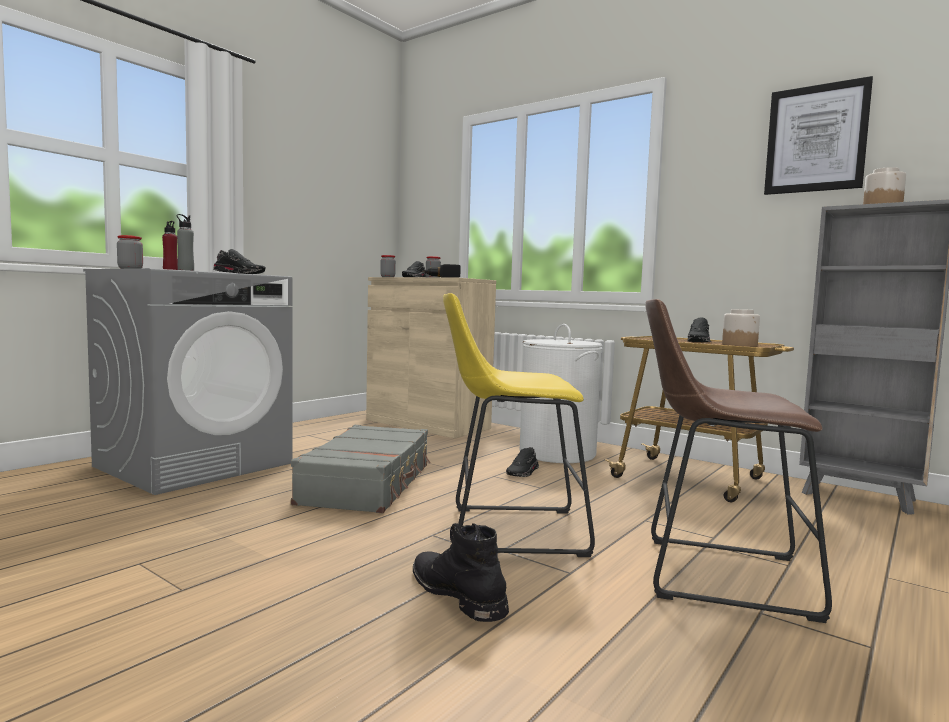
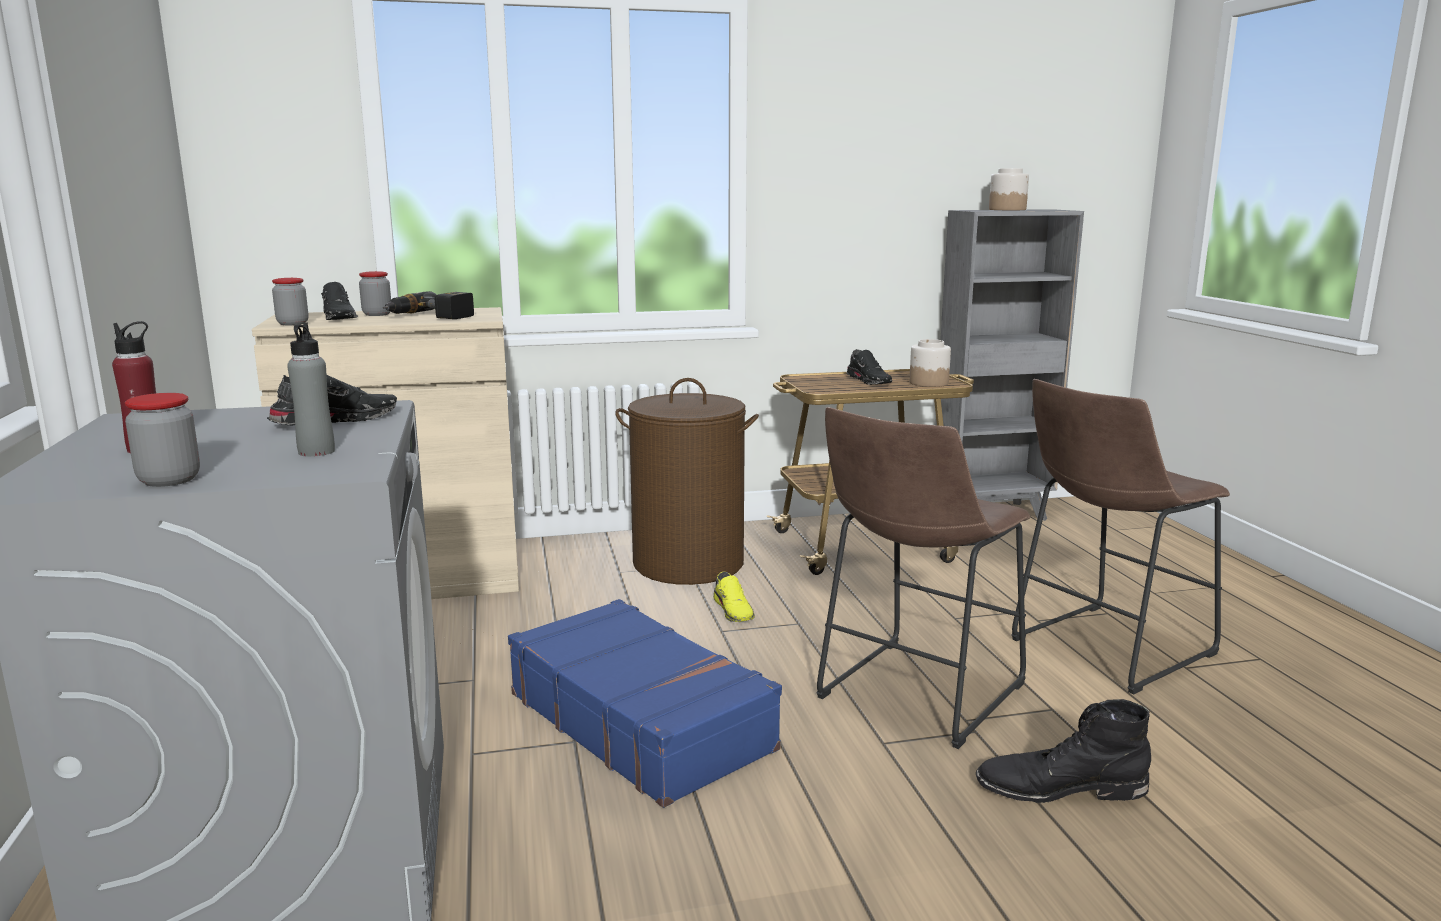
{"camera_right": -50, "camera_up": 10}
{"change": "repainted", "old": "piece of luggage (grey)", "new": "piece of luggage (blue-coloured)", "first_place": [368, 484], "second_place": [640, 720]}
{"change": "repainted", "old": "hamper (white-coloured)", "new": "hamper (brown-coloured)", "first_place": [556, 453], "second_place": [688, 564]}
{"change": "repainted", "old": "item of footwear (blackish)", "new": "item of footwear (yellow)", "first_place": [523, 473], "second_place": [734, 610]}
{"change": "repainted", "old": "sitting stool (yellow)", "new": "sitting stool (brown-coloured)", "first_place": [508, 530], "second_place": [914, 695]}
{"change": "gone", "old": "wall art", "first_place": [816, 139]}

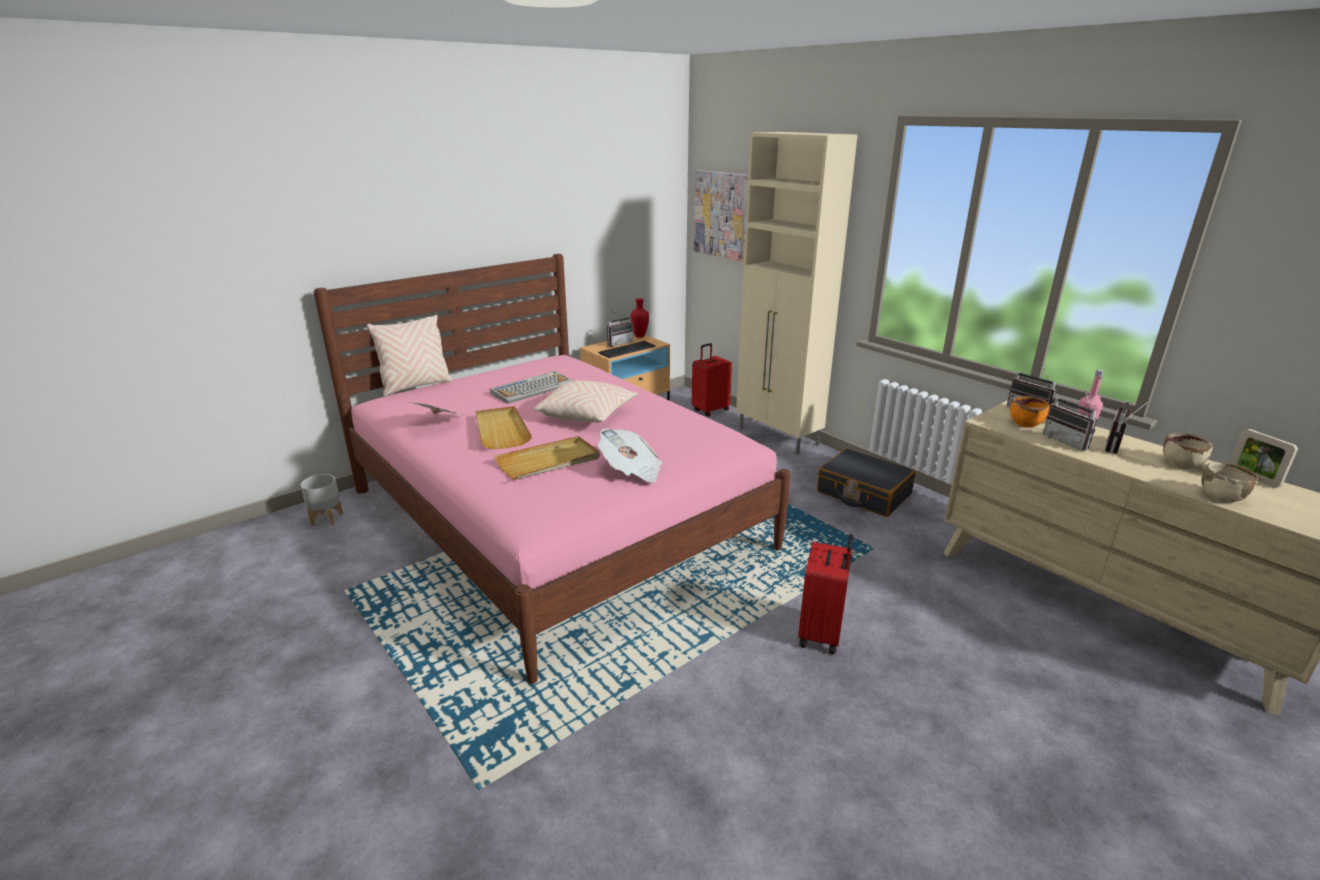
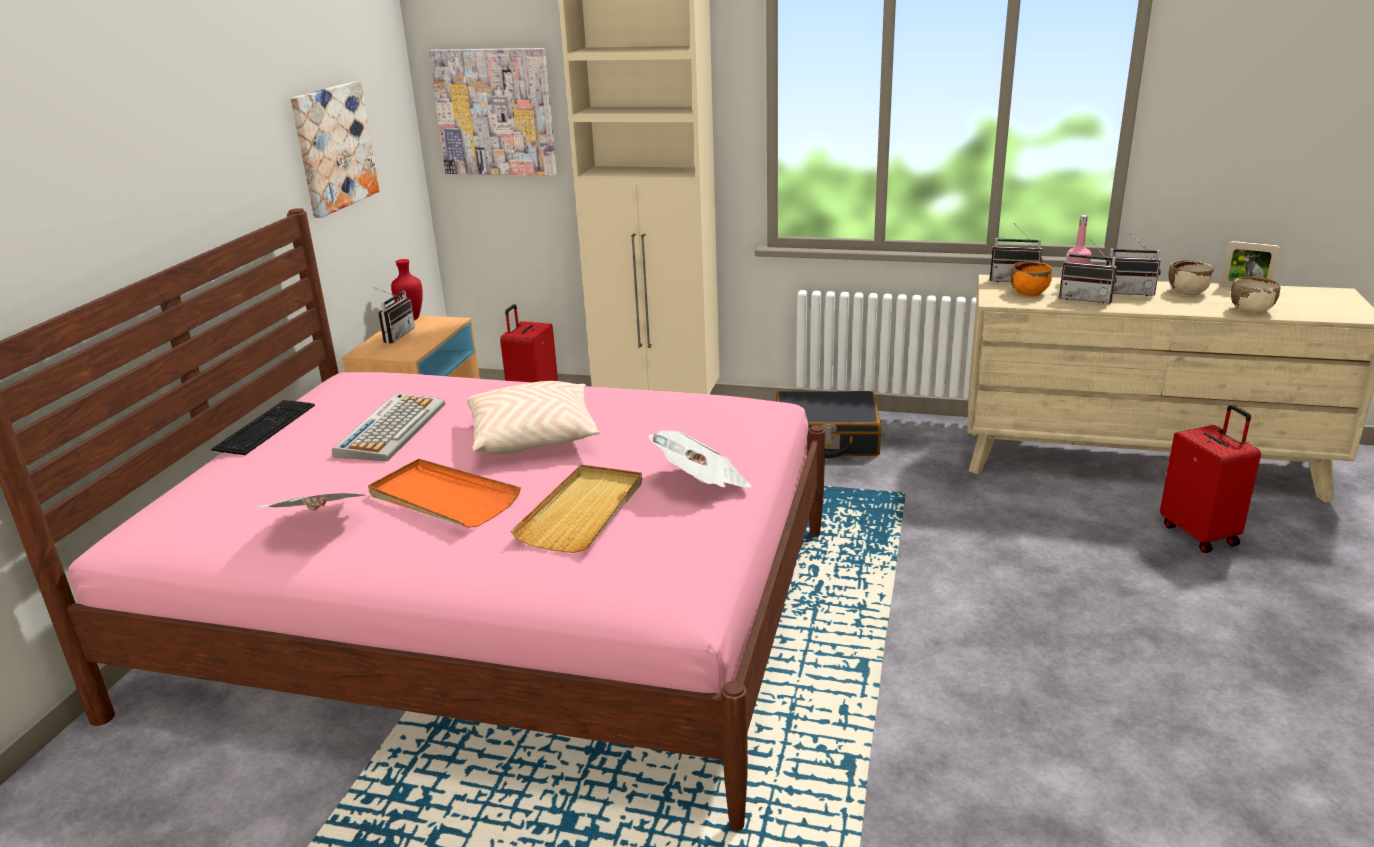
{"camera_right": -35, "camera_up": 0}
{"change": "shifted", "old": "keyboard", "first_place": [627, 349], "second_place": [265, 427]}
{"change": "new", "new": "wall art", "second_place": [333, 147]}
{"change": "repainted", "old": "tray (sand-coloured)", "new": "tray (orangey)", "first_place": [501, 430], "second_place": [443, 498]}
{"change": "rotated", "old": "radio receiver", "first_place": [1119, 447], "second_place": [1128, 292], "degrees": -75}
{"change": "shifted", "old": "piece of luggage (red-coloured)", "first_place": [822, 634], "second_place": [1200, 534]}
{"change": "gone", "old": "planter (grey)", "first_place": [327, 518]}
{"change": "gone", "old": "throw pillow (sand-coloured)", "first_place": [416, 386]}

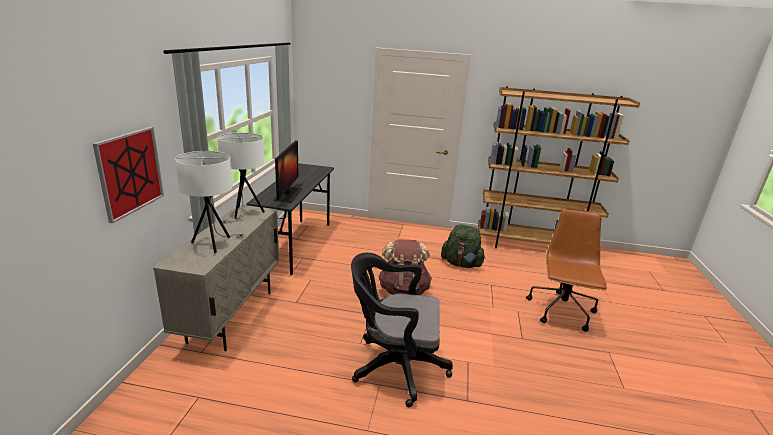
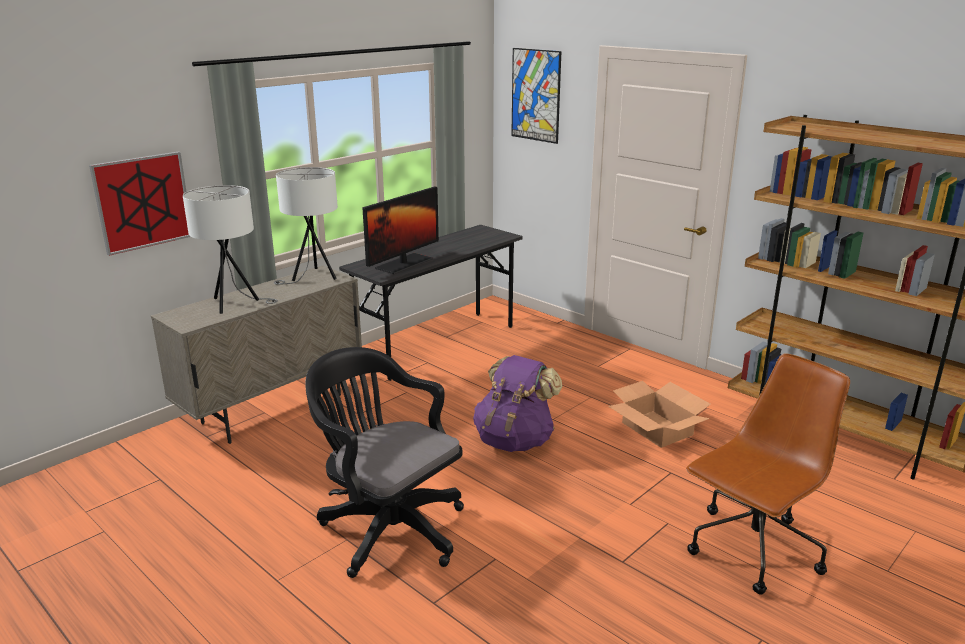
{"camera_right": 35, "camera_up": 0}
{"change": "repainted", "old": "backpack (brown-coloured)", "new": "backpack (purplish)", "first_place": [403, 291], "second_place": [515, 440]}
{"change": "new", "new": "wall art", "second_place": [535, 95]}
{"change": "swapped", "old": "backpack (green-coloured)", "new": "packing box", "first_place": [461, 264], "second_place": [657, 429]}

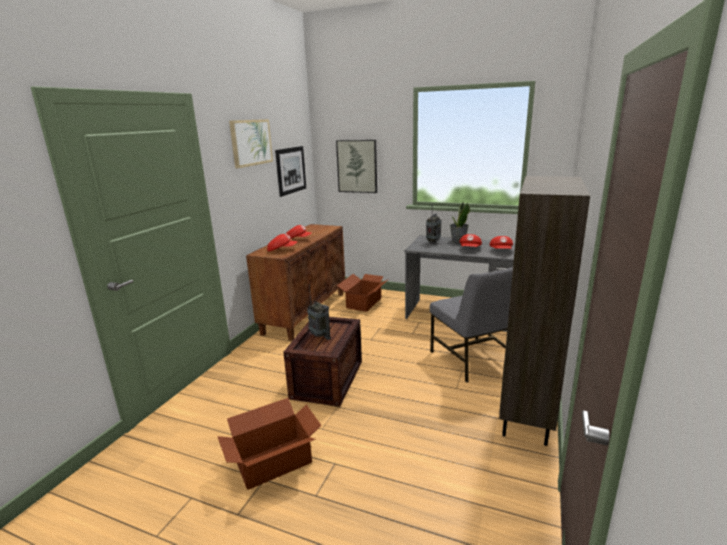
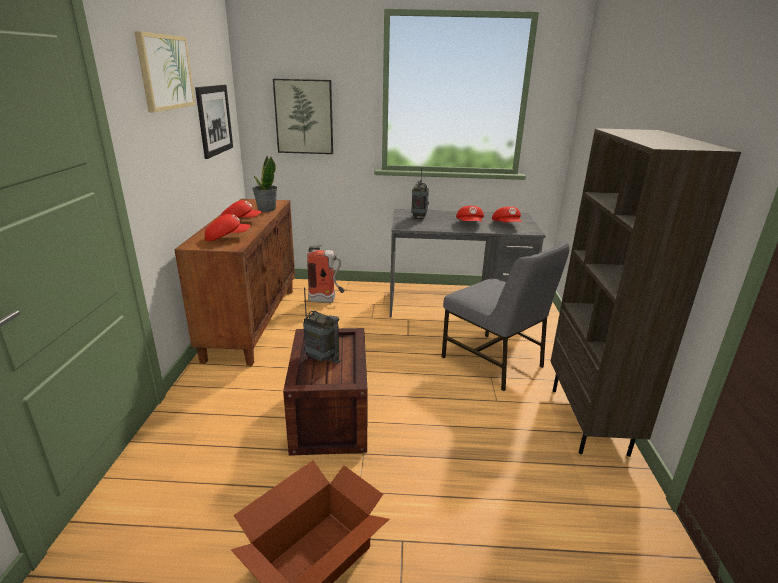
{"camera_right": -20, "camera_up": 5}
{"change": "shifted", "old": "potted plant", "first_place": [458, 241], "second_place": [266, 209]}
{"change": "swapped", "old": "packing box", "new": "extinguisher", "first_place": [364, 303], "second_place": [327, 301]}

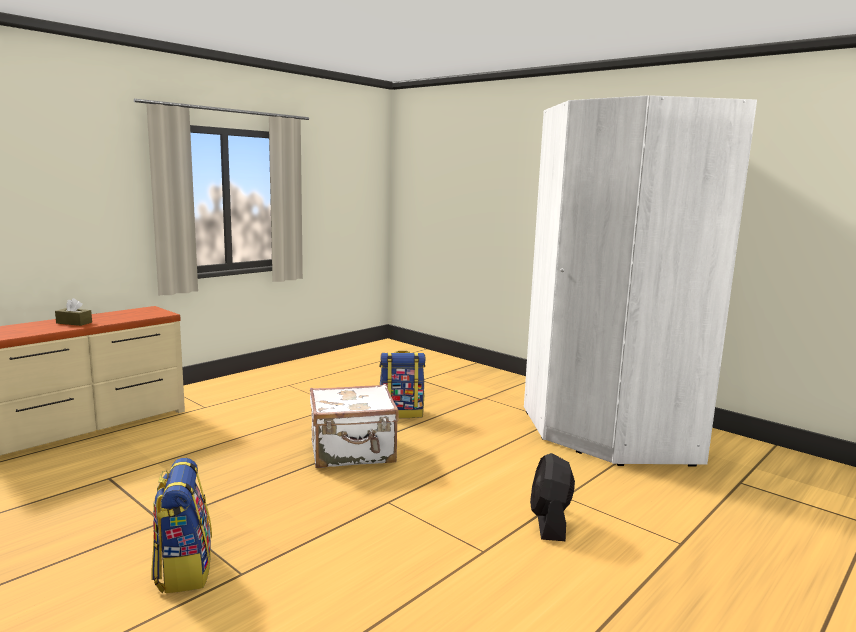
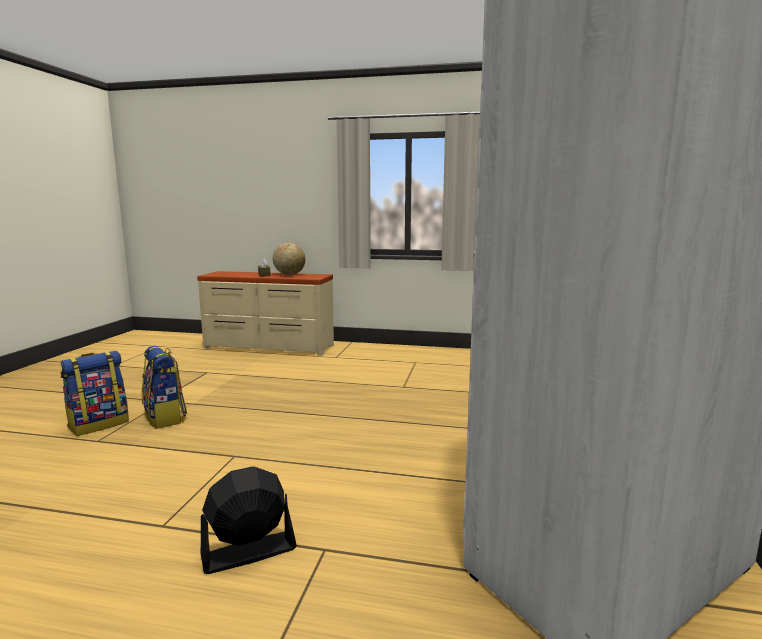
{"camera_right": 60, "camera_up": 0}
{"change": "shifted", "old": "backpack", "first_place": [401, 413], "second_place": [165, 418]}
{"change": "new", "new": "world globe", "second_place": [289, 275]}
{"change": "gone", "old": "piece of luggage (white-coloured)", "first_place": [353, 452]}

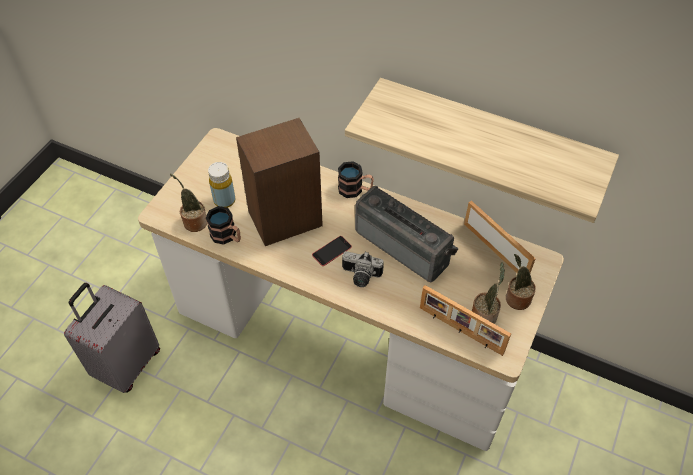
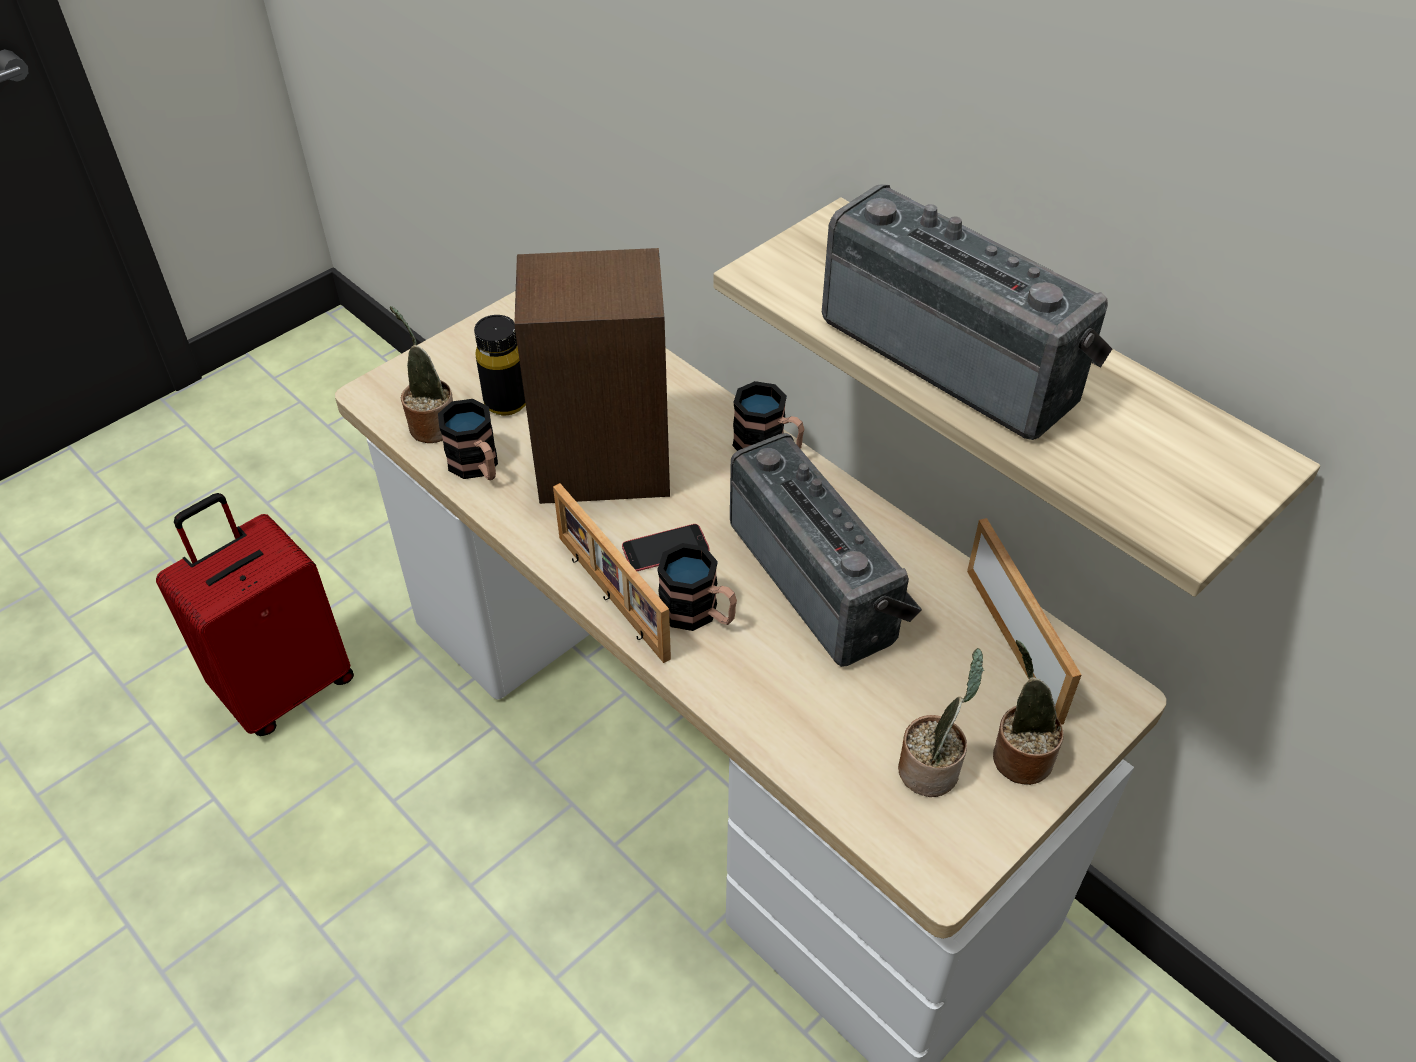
{"camera_right": 20, "camera_up": -5}
{"change": "repainted", "old": "piece of luggage (grey)", "new": "piece of luggage (red-coloured)", "first_place": [127, 364], "second_place": [284, 686]}
{"change": "repainted", "old": "bottle (yellow)", "new": "bottle (blackish)", "first_place": [224, 200], "second_place": [506, 402]}
{"change": "shifted", "old": "picture frame", "first_place": [460, 331], "second_place": [610, 598]}
{"change": "swapped", "old": "still camera", "new": "coffee mug", "first_place": [360, 277], "second_place": [699, 613]}
{"change": "new", "new": "radio receiver", "second_place": [956, 355]}

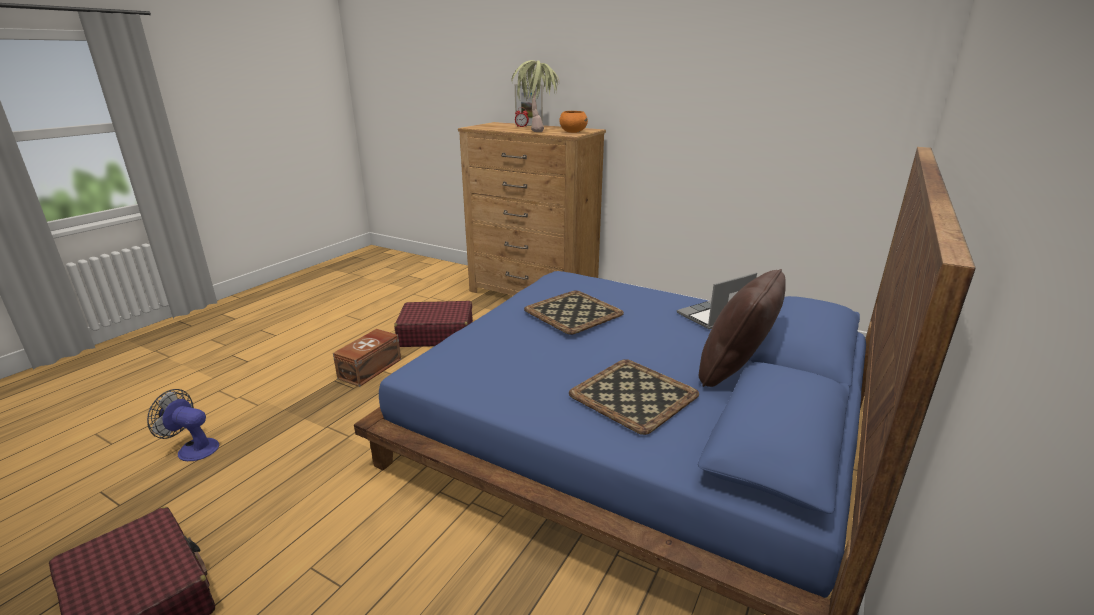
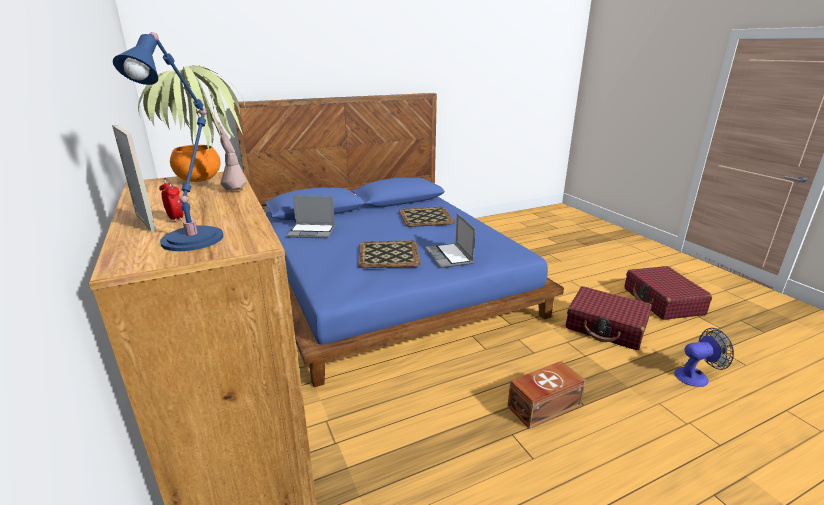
{"camera_right": -145, "camera_up": 0}
{"change": "new", "new": "lamp for a table (blue-coloured)", "second_place": [196, 237]}
{"change": "new", "new": "portable computer", "second_place": [450, 257]}
{"change": "shifted", "old": "piece of luggage (red-coloured)", "first_place": [436, 334], "second_place": [606, 327]}
{"change": "rotated", "old": "cooling fan", "first_place": [192, 448], "second_place": [696, 376], "degrees": -60}
{"change": "gone", "old": "throw pillow (brown-coloured)", "first_place": [735, 371]}

